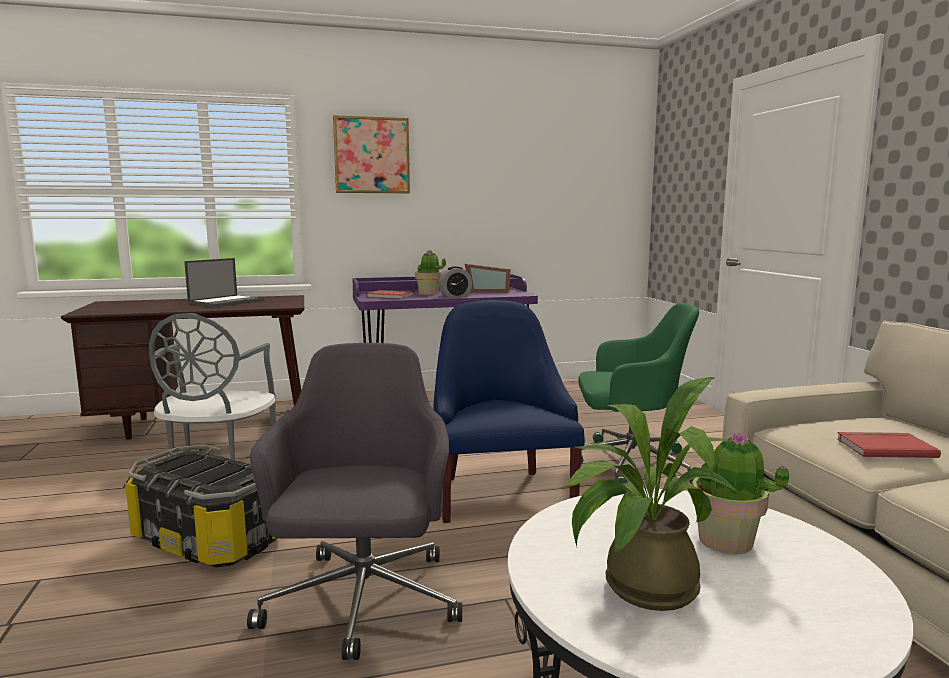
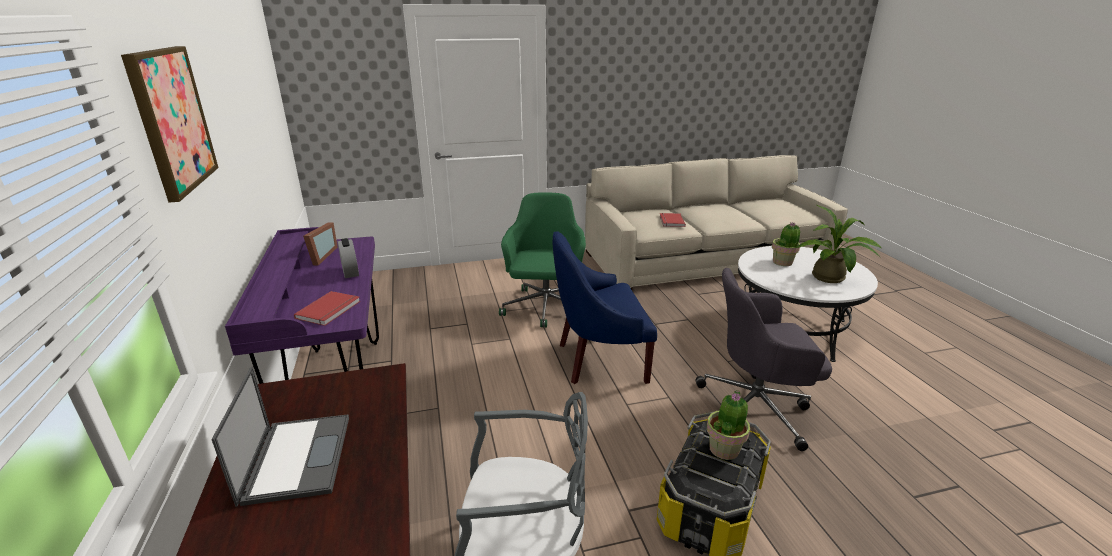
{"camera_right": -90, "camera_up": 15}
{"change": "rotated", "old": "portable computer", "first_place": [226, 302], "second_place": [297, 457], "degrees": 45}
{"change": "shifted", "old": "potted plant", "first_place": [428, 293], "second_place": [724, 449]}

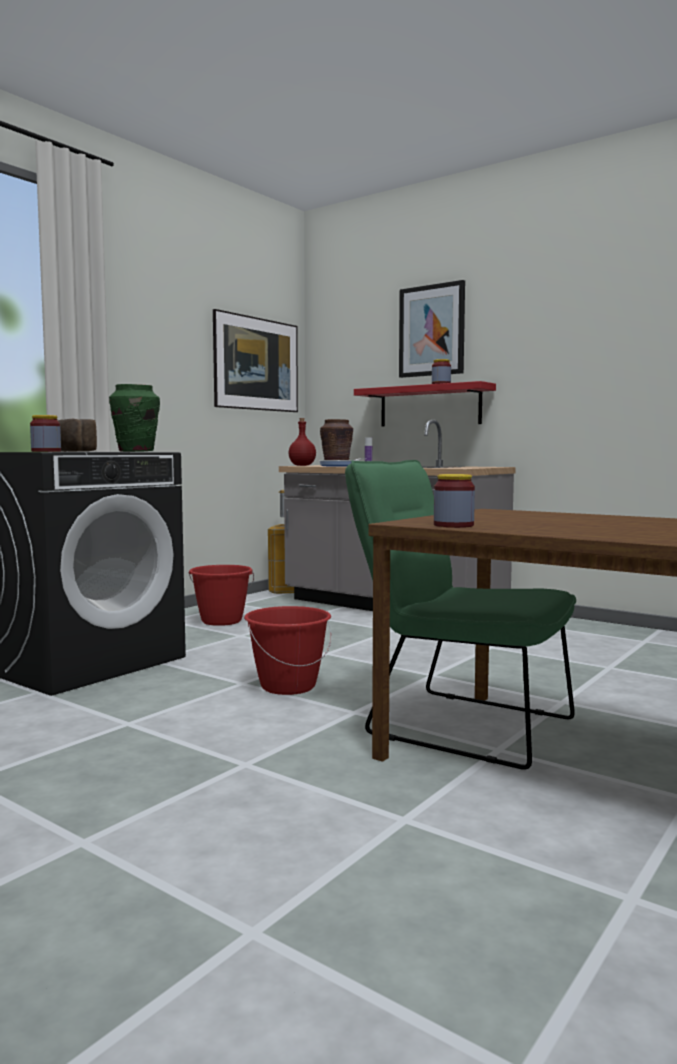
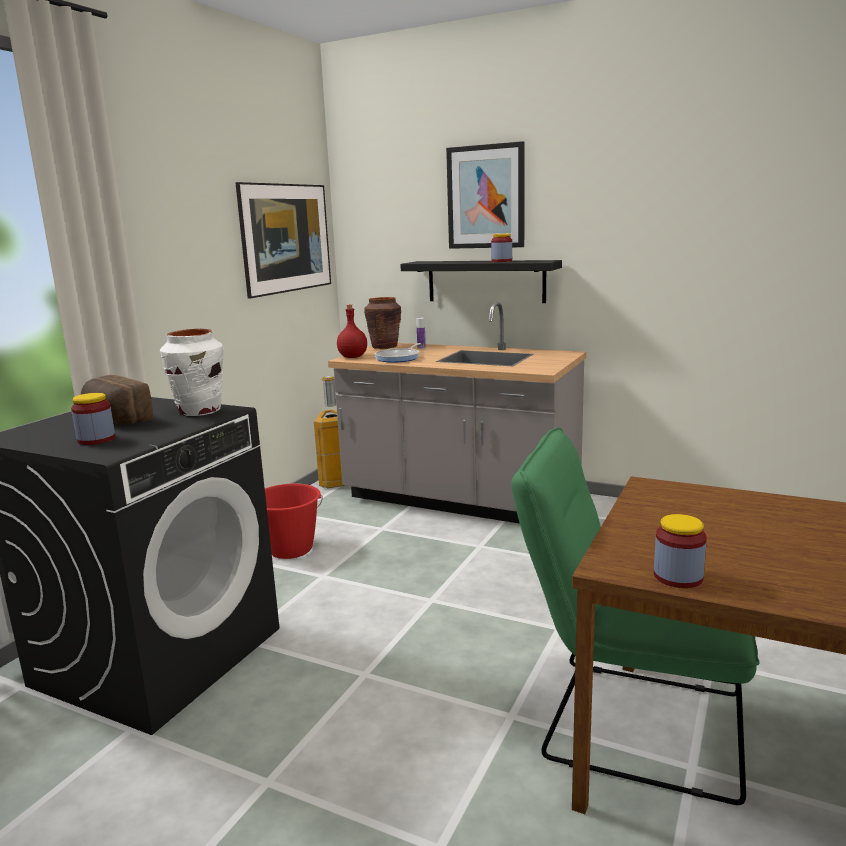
{"camera_right": -10, "camera_up": 10}
{"change": "repainted", "old": "vase (green-coloured)", "new": "vase (white-coloured)", "first_place": [136, 451], "second_place": [199, 411]}
{"change": "repainted", "old": "wall shelf (red-coloured)", "new": "wall shelf (blackish)", "first_place": [429, 406], "second_place": [485, 281]}
{"change": "gone", "old": "water bucket (red-coloured)", "first_place": [288, 686]}

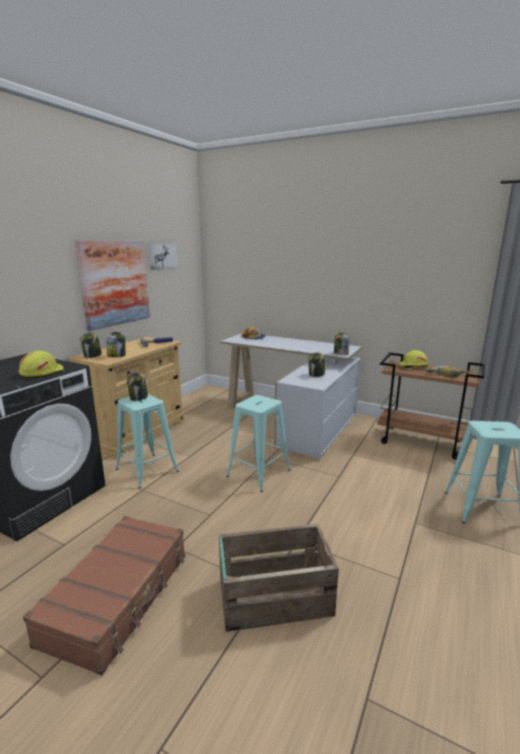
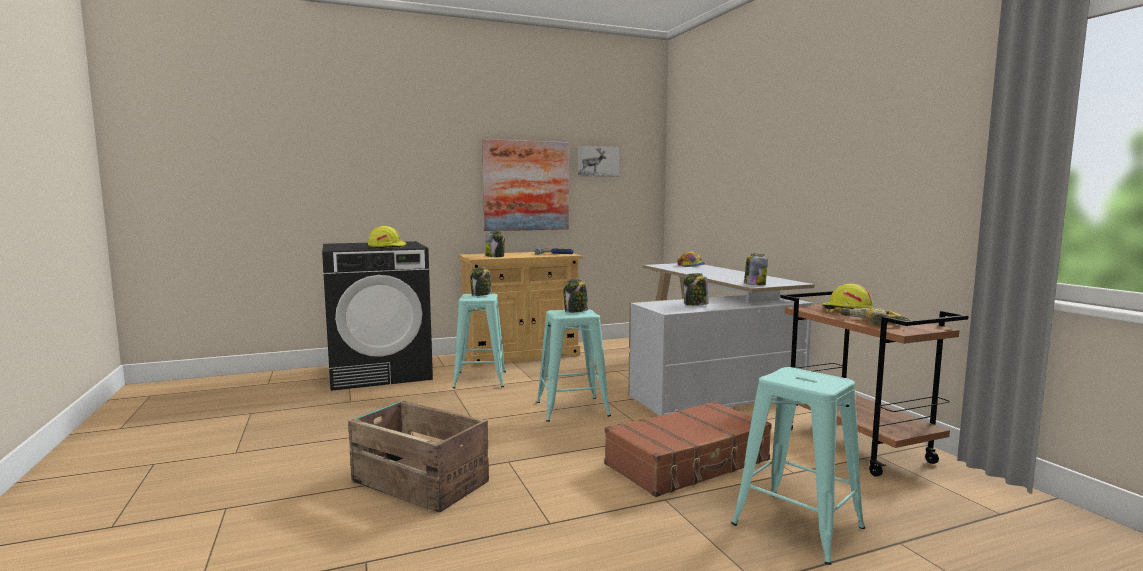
{"camera_right": 40, "camera_up": -10}
{"change": "shifted", "old": "preserve jar", "first_place": [92, 356], "second_place": [576, 311]}
{"change": "shifted", "old": "piece of luggage (brown-coloured)", "first_place": [119, 597], "second_place": [689, 463]}

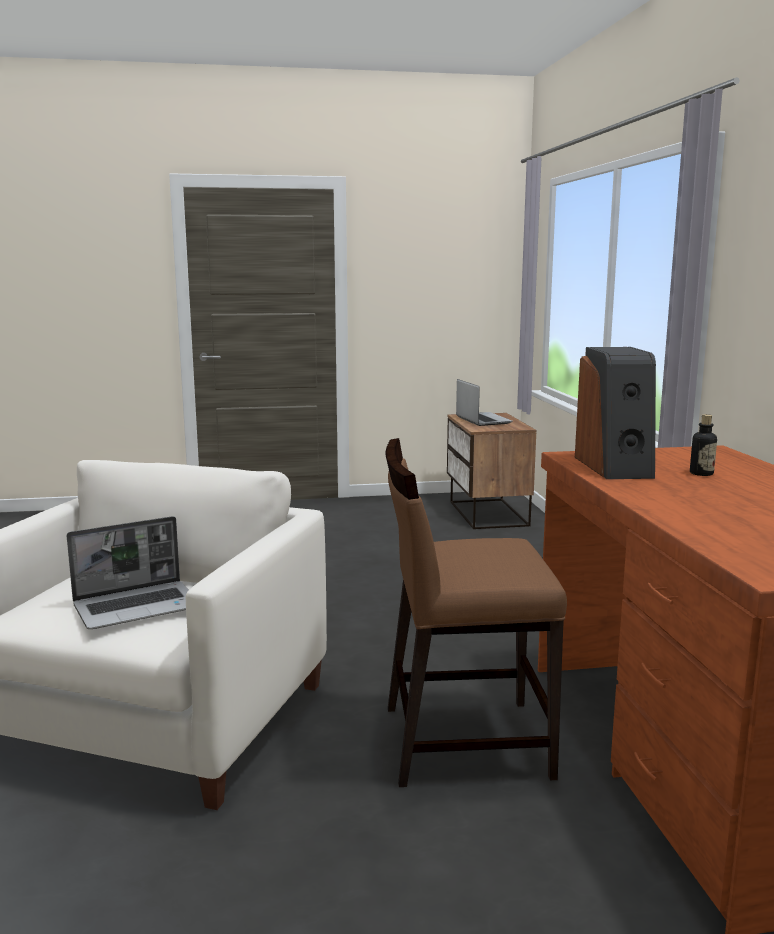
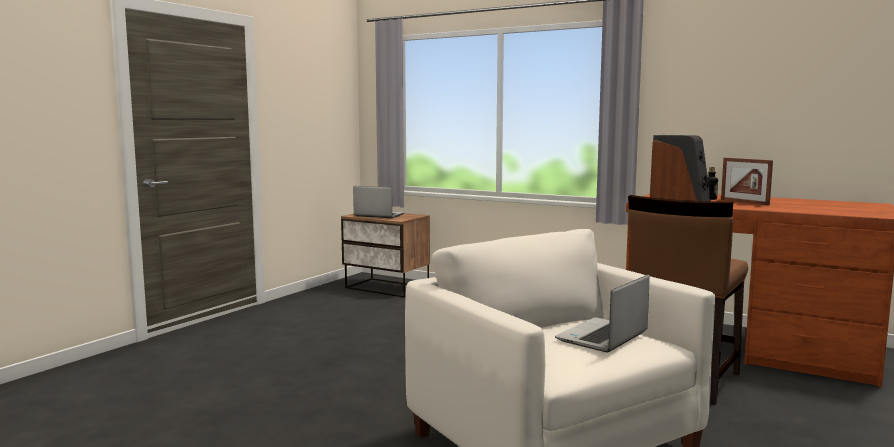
{"camera_right": -50, "camera_up": -5}
{"change": "rotated", "old": "portable computer", "first_place": [138, 607], "second_place": [602, 337], "degrees": -150}
{"change": "new", "new": "picture frame", "second_place": [744, 202]}

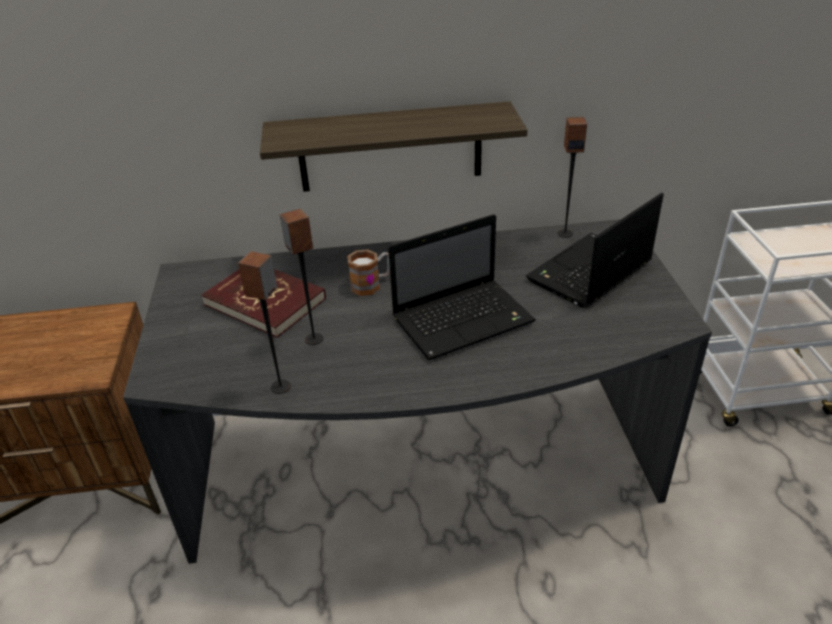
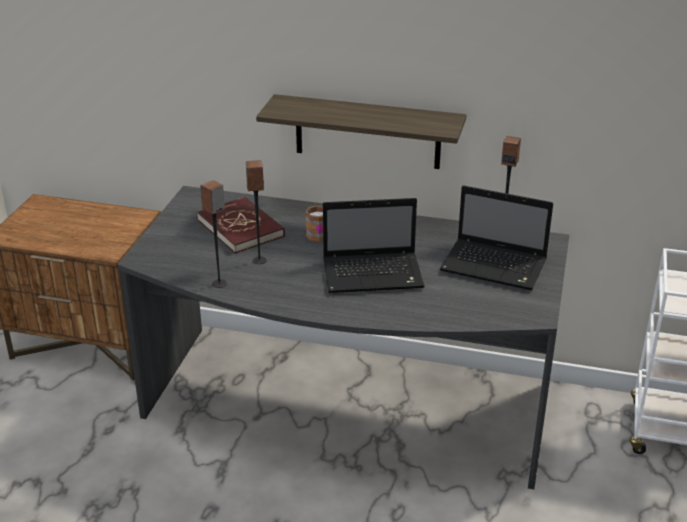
{"camera_right": 20, "camera_up": -5}
{"change": "rotated", "old": "portable computer", "first_place": [588, 273], "second_place": [496, 266], "degrees": -135}

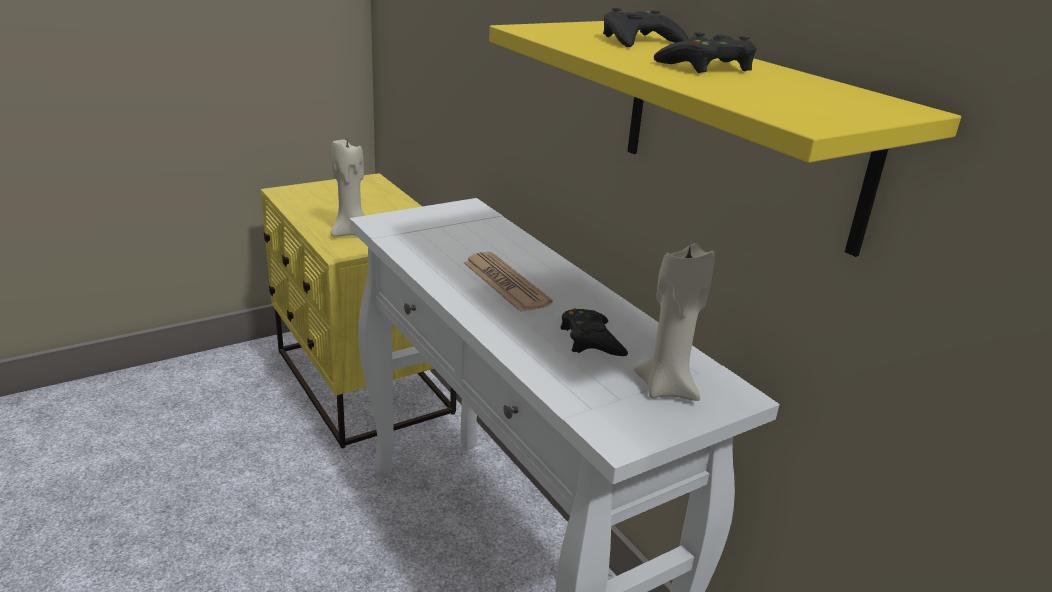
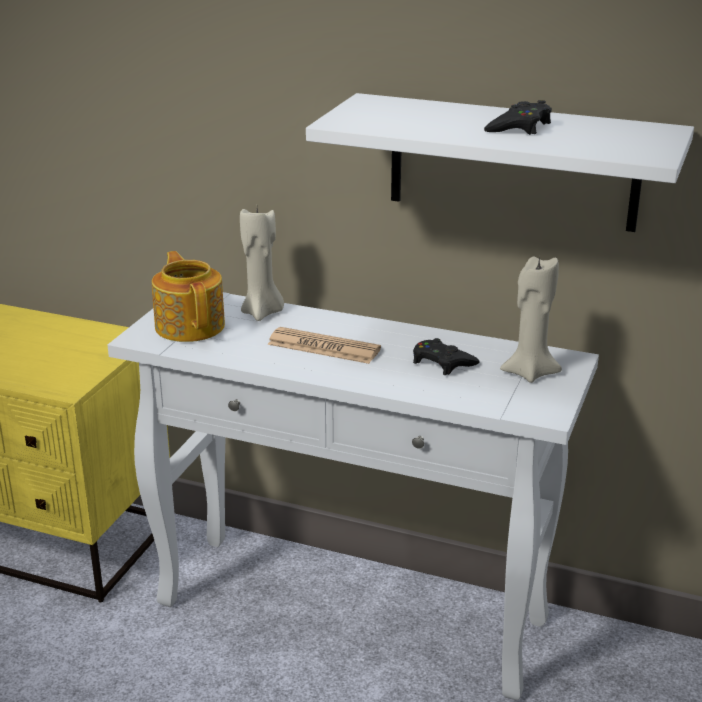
{"camera_right": -35, "camera_up": 0}
{"change": "new", "new": "pot for tea", "second_place": [190, 325]}
{"change": "shifted", "old": "wax candle (sand-coloured)", "first_place": [352, 233], "second_place": [263, 313]}
{"change": "repainted", "old": "wall shelf (yellow)", "new": "wall shelf (white-coloured)", "first_place": [740, 129], "second_place": [513, 162]}
{"change": "gone", "old": "gamepad (blackish)", "first_place": [640, 40]}

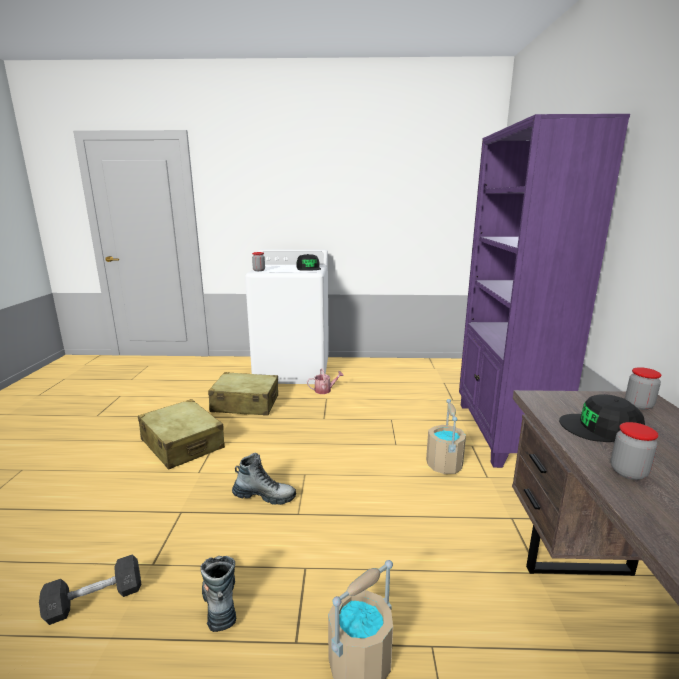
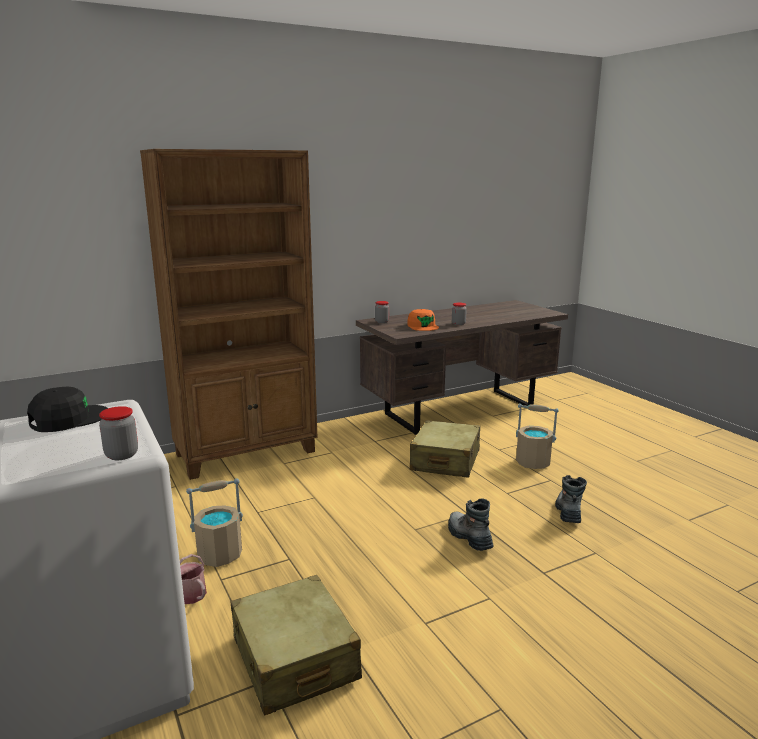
{"camera_right": -120, "camera_up": 0}
{"change": "repainted", "old": "shelving unit (purplish)", "new": "shelving unit (brown-coloured)", "first_place": [503, 433], "second_place": [247, 453]}
{"change": "shifted", "old": "water bucket (sand-coloured)", "first_place": [444, 465], "second_place": [220, 554]}
{"change": "repainted", "old": "cap (blackish)", "new": "cap (orangey)", "first_place": [601, 428], "second_place": [423, 326]}
{"change": "shifted", "old": "piece of luggage (sand-coloured)", "first_place": [182, 444], "second_place": [445, 461]}
{"change": "rotated", "old": "high-top boot", "first_place": [220, 598], "second_place": [568, 512], "degrees": 150}
{"change": "gone", "old": "free weight (grey)", "first_place": [95, 600]}

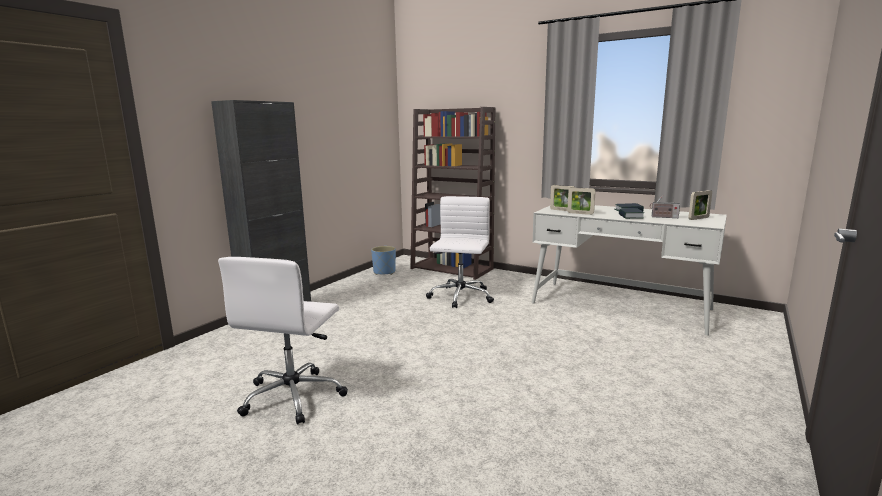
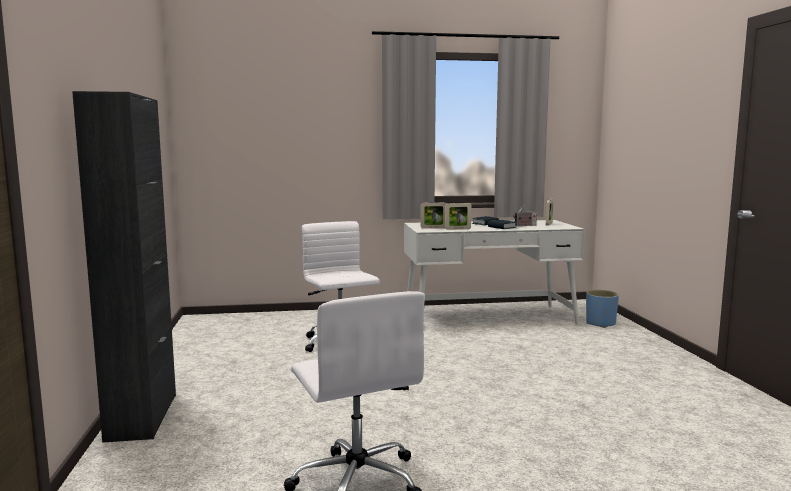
{"camera_right": -40, "camera_up": -5}
{"change": "shifted", "old": "planter (blue-coloured)", "first_place": [384, 272], "second_place": [600, 323]}
{"change": "gone", "old": "shelving unit (brown-coloured)", "first_place": [452, 269]}

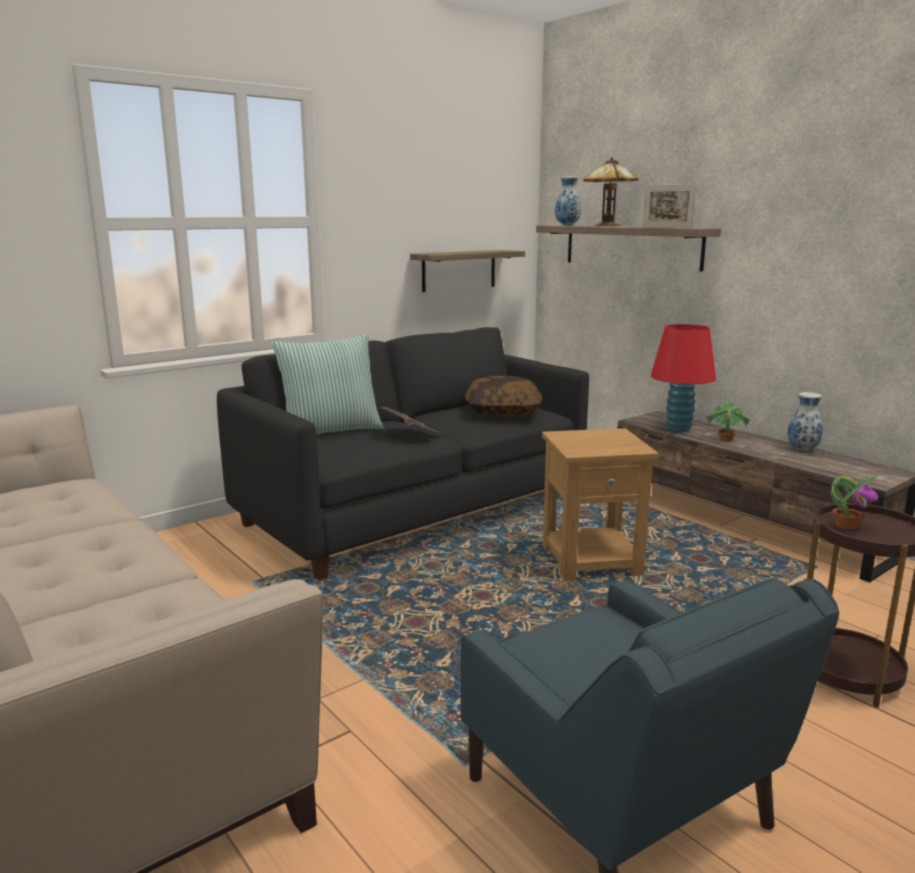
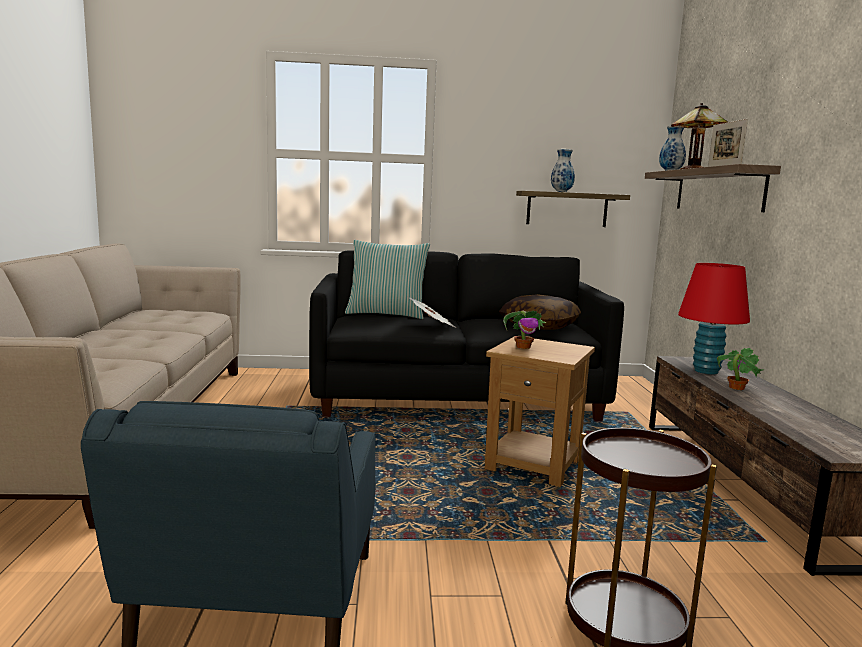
{"camera_right": 35, "camera_up": -5}
{"change": "shifted", "old": "potted plant", "first_place": [845, 525], "second_place": [523, 347]}
{"change": "shifted", "old": "vase", "first_place": [803, 450], "second_place": [561, 192]}

